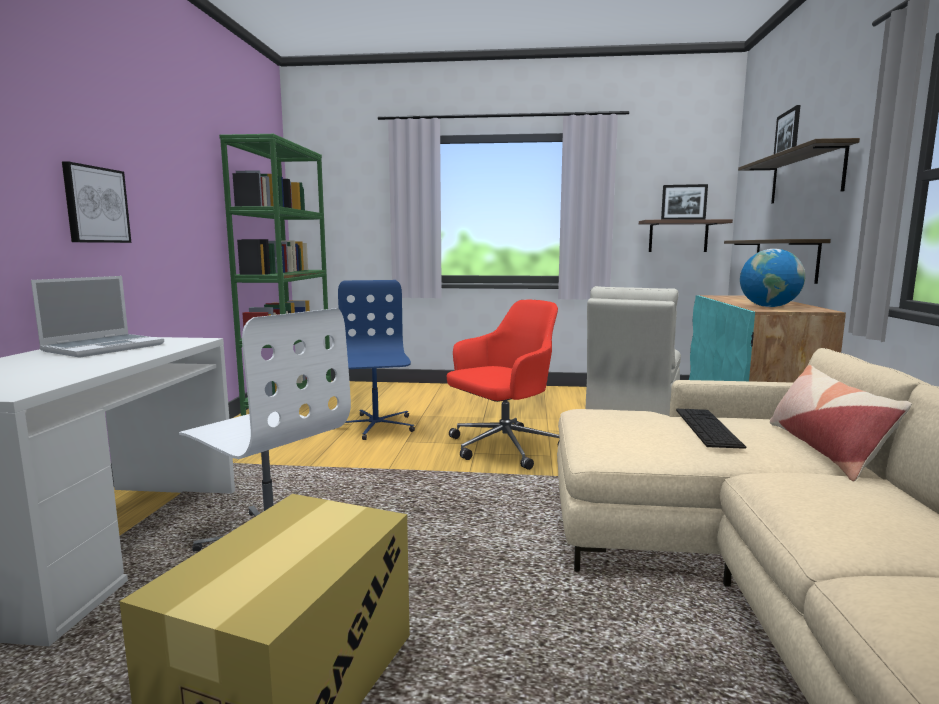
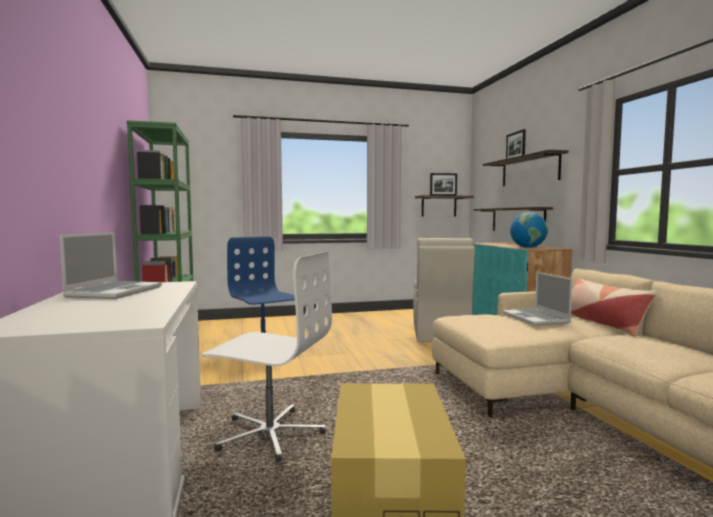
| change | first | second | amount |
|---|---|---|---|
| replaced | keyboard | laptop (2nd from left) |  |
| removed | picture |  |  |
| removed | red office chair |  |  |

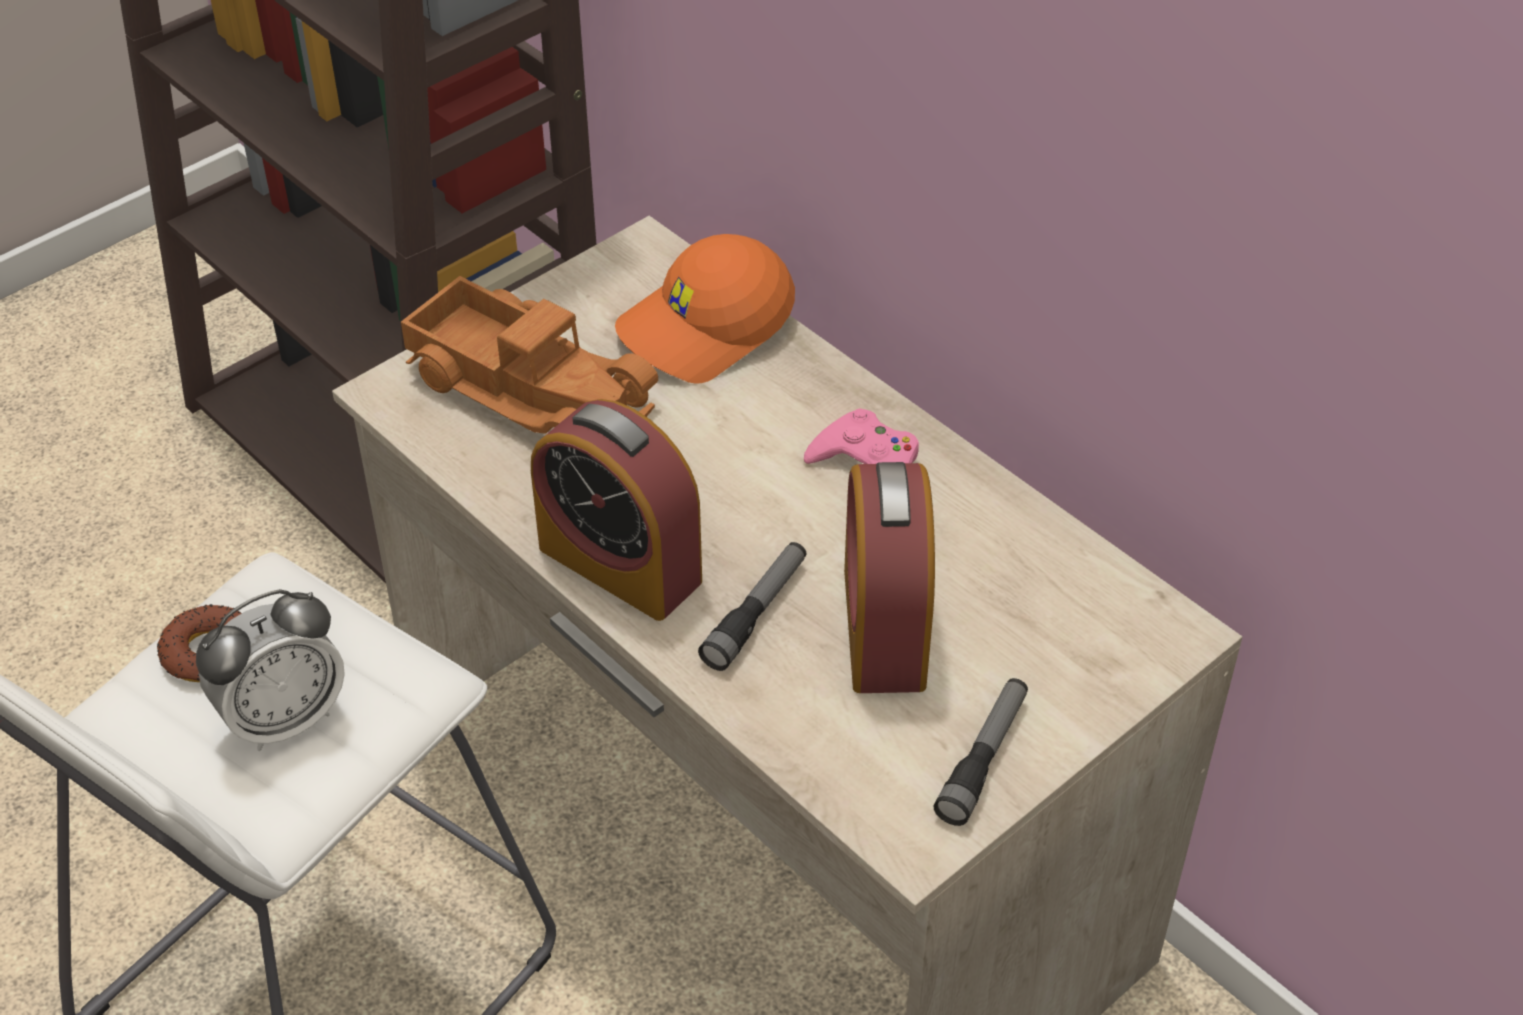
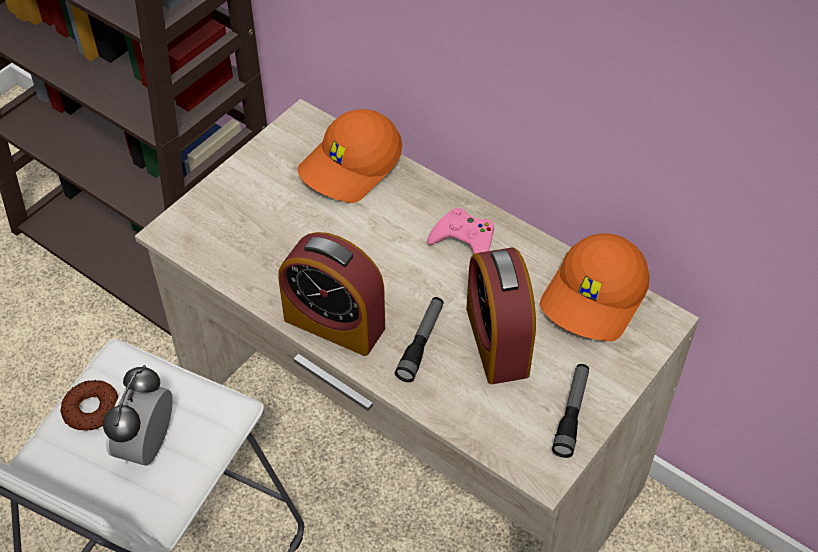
| change | first | second | amount |
|---|---|---|---|
| turned | alarm clock (1st from left) |  | 150 degrees clockwise |
| added |  | orange cap (2nd from left) |  |
| removed | toy truck |  |  |

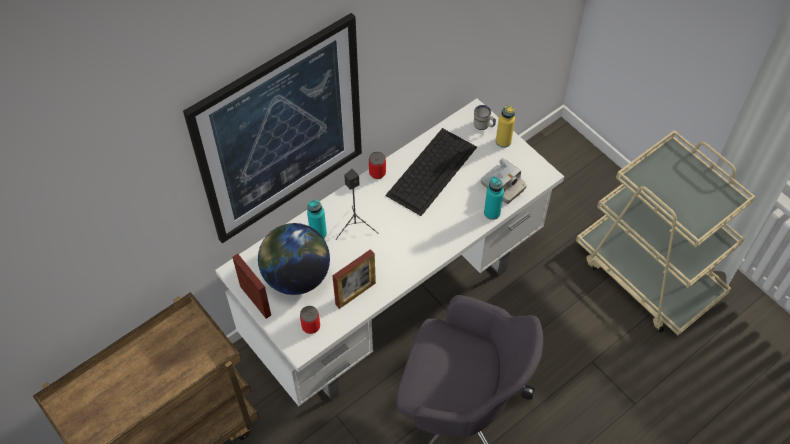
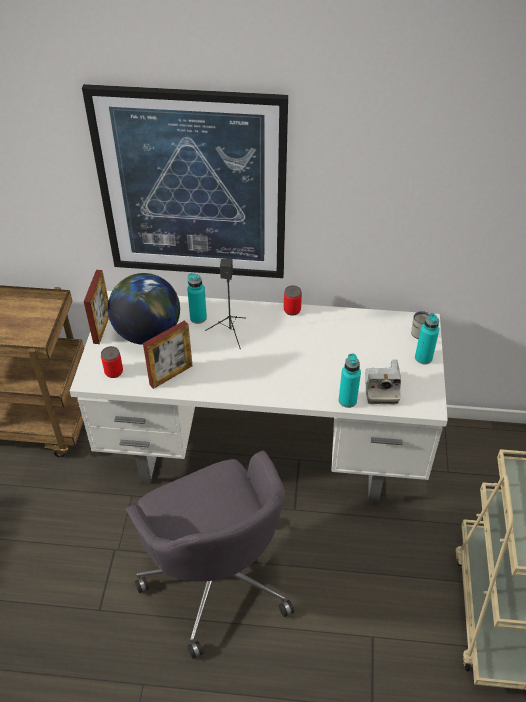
| change | first | second | amount |
|---|---|---|---|
| turned | picture frame (2nd from left) |  | 45 degrees counterclockwise |
| recoloured | yellow bottle | turquoise bottle (3rd from left) |  |
| removed | keyboard |  |  |

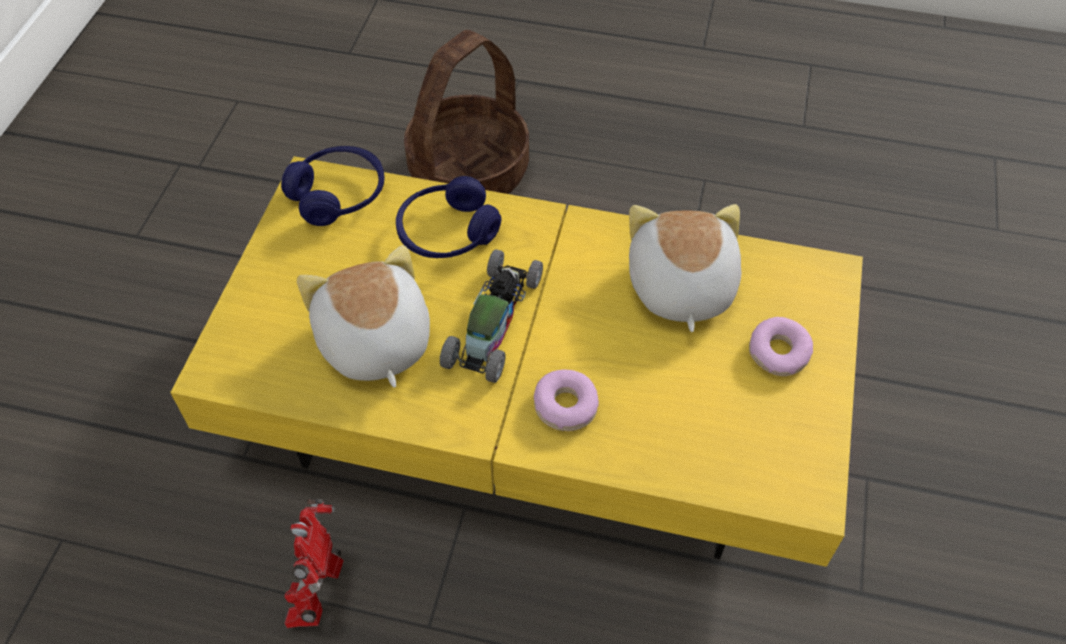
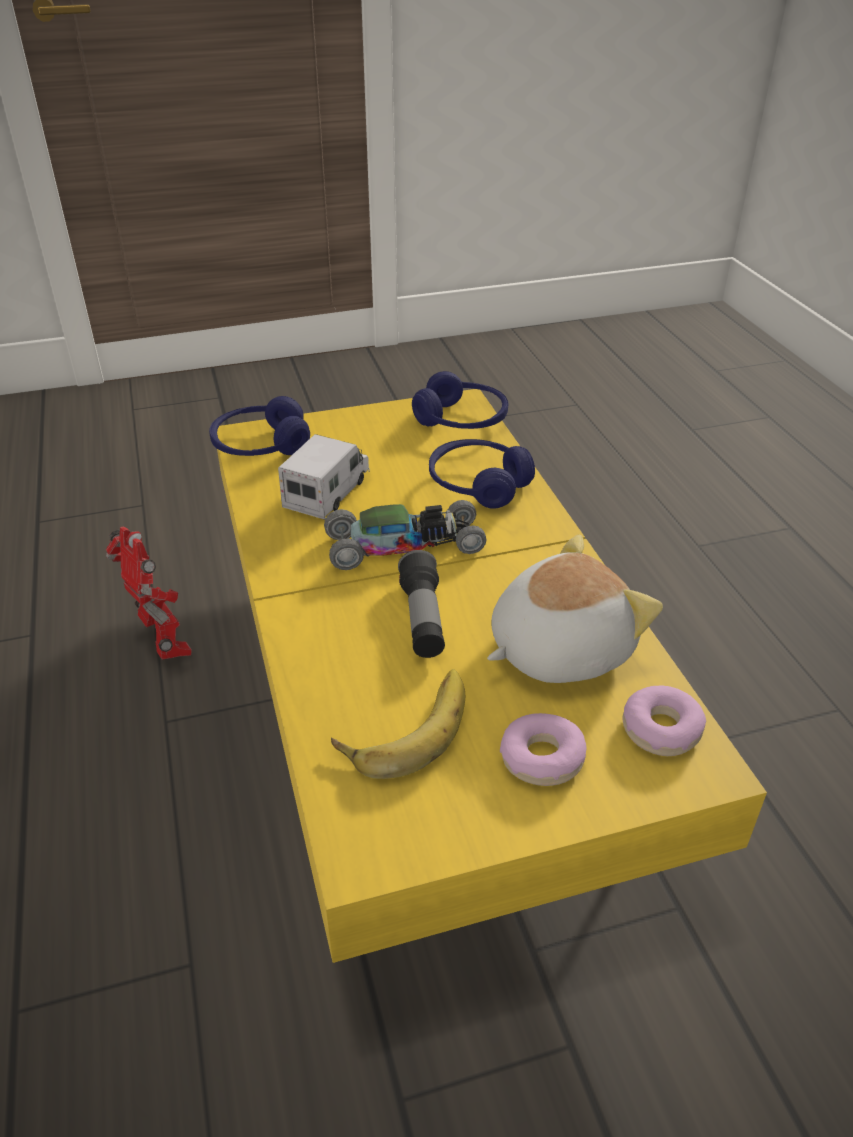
| change | first | second | amount |
|---|---|---|---|
| turned | toy robot |  | 75 degrees clockwise |
| added |  | blue headphones (1st from left) |  |
| replaced | plush toy (1st from left) | toy truck |  |
| added |  | banana |  |
| added |  | flashlight |  |
| moved | donut (1st from left in the first image) | donut (2nd from left) |  |
| removed | basket |  |  |

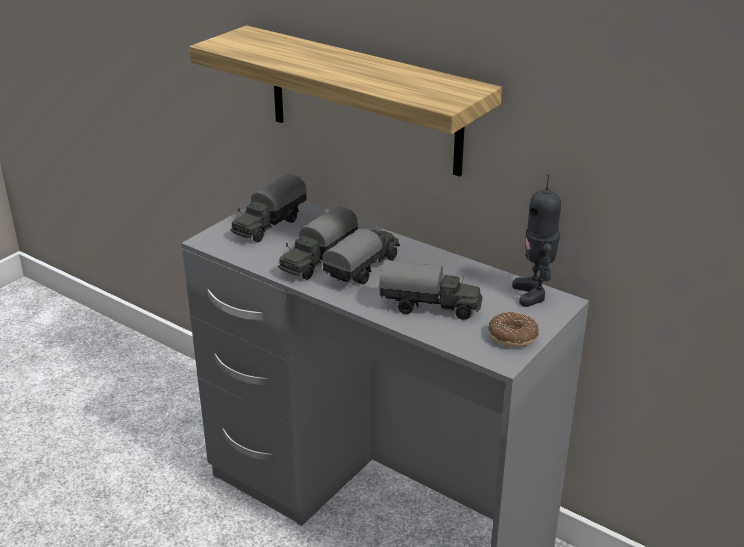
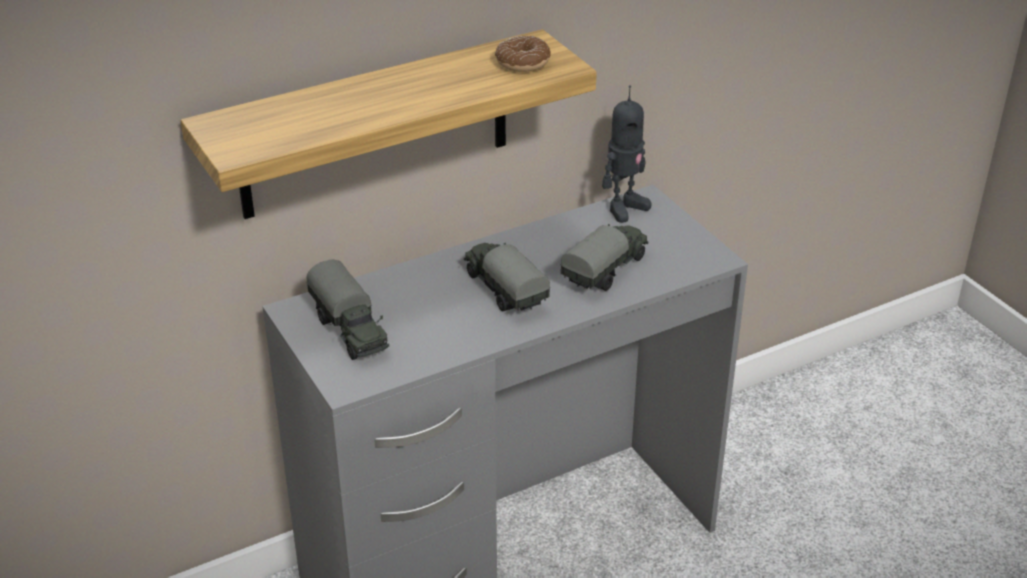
| change | first | second | amount |
|---|---|---|---|
| moved | donut |  |  |
| turned | toy robot |  | 60 degrees counterclockwise |
| removed | toy truck (2nd from left) |  |  |

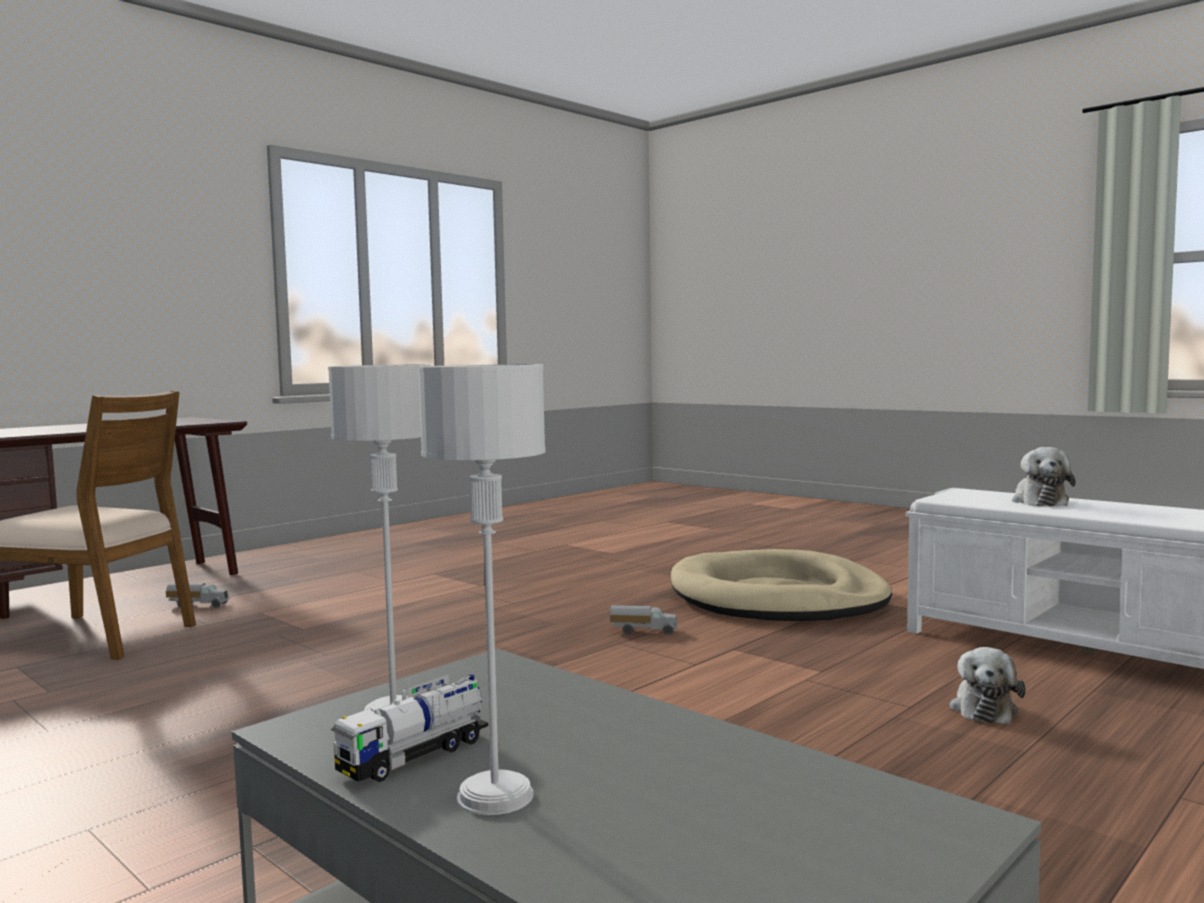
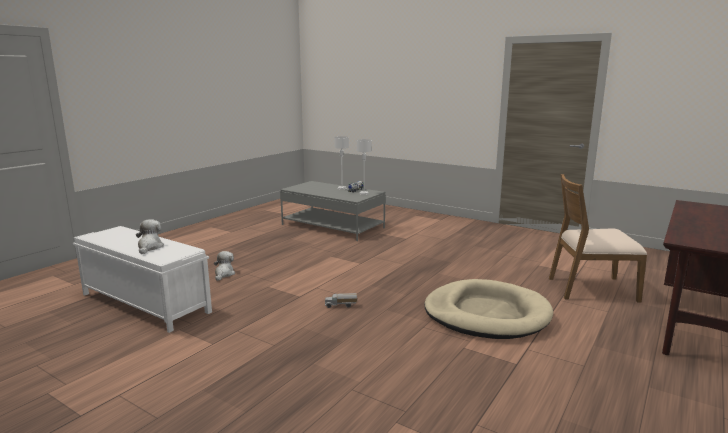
| change | first | second | amount |
|---|---|---|---|
| moved | beige dog bed |  |  |
| removed | toy truck (1st from left) |  |  |

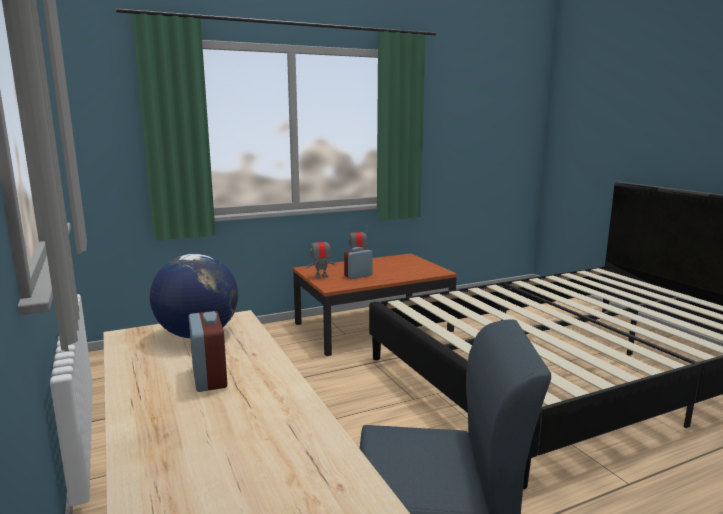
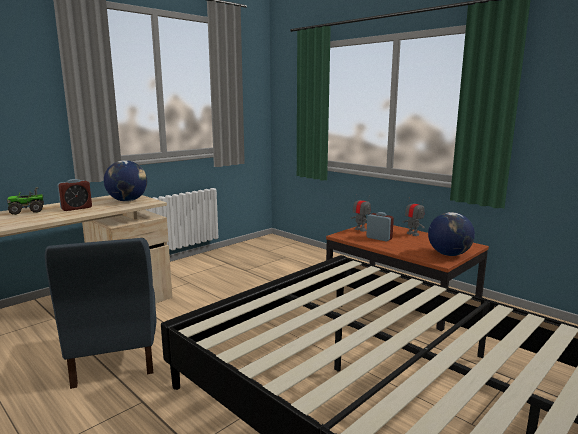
| change | first | second | amount |
|---|---|---|---|
| added |  | toy truck |  |
| added |  | globe (2nd from left) |  |

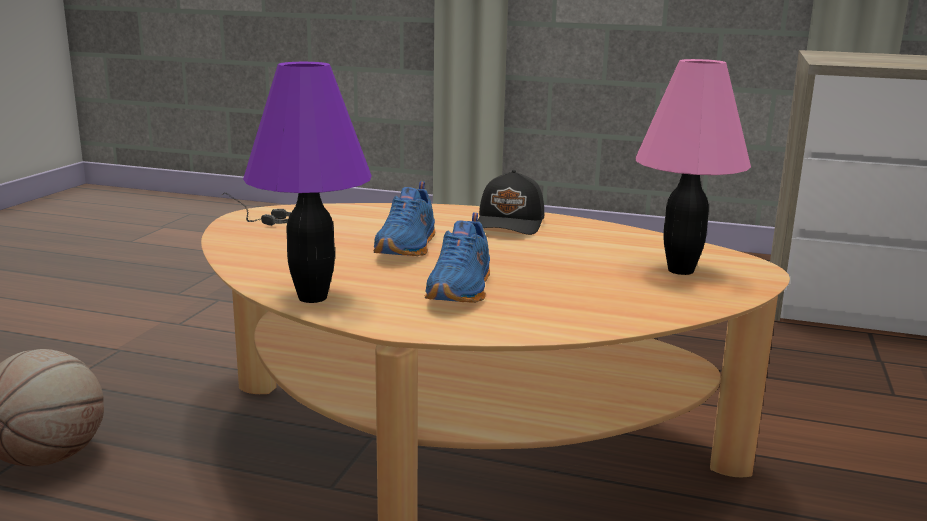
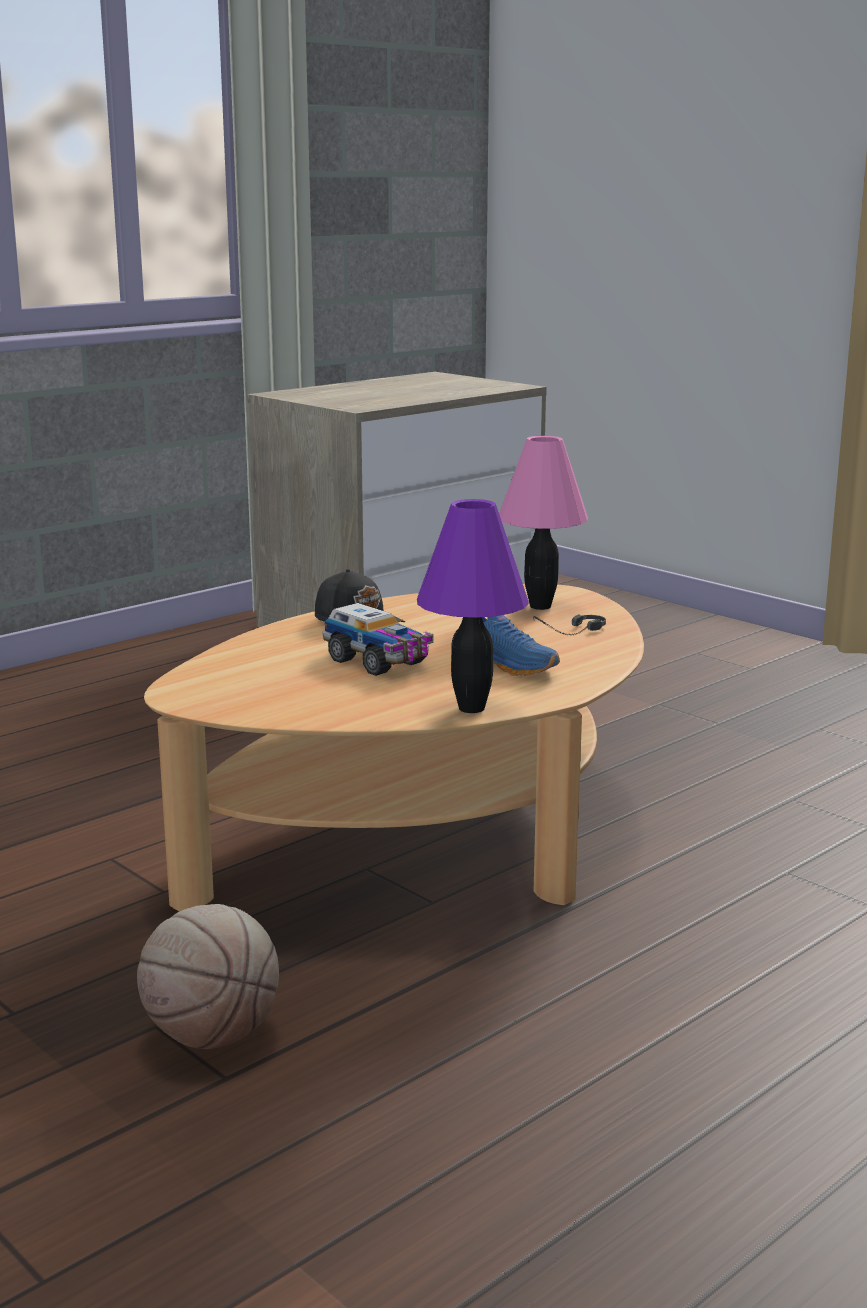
| change | first | second | amount |
|---|---|---|---|
| replaced | blue shoe (1st from left) | toy truck |  |
| moved | headphones |  |  |

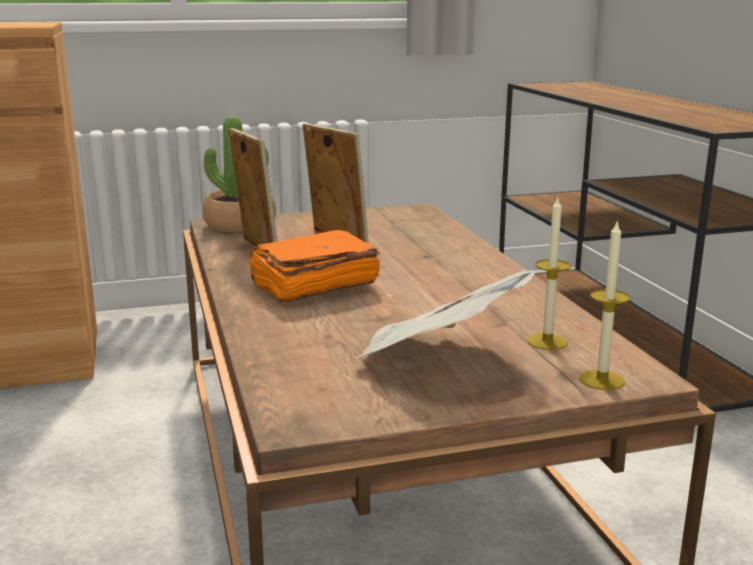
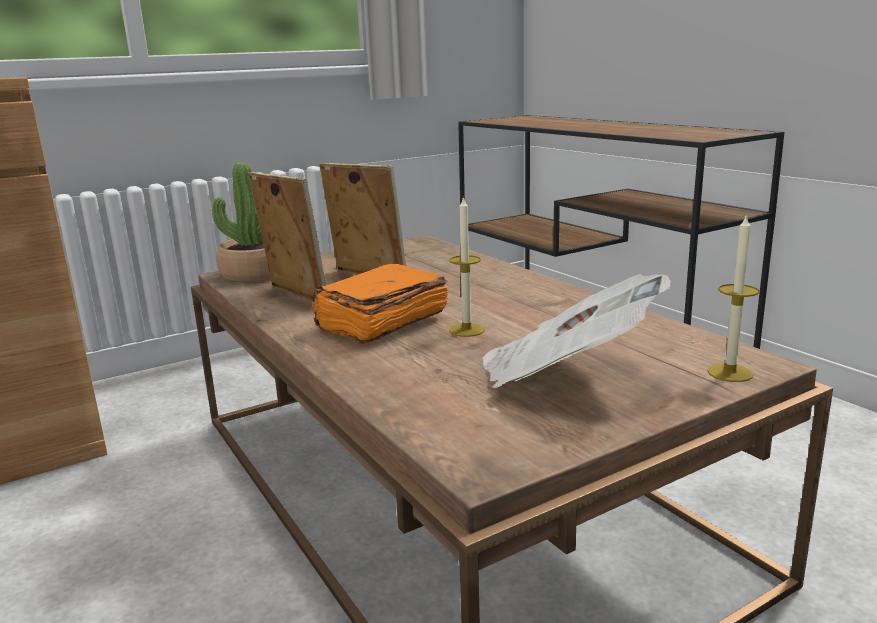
| change | first | second | amount |
|---|---|---|---|
| moved | candle (1st from left) |  |  |

